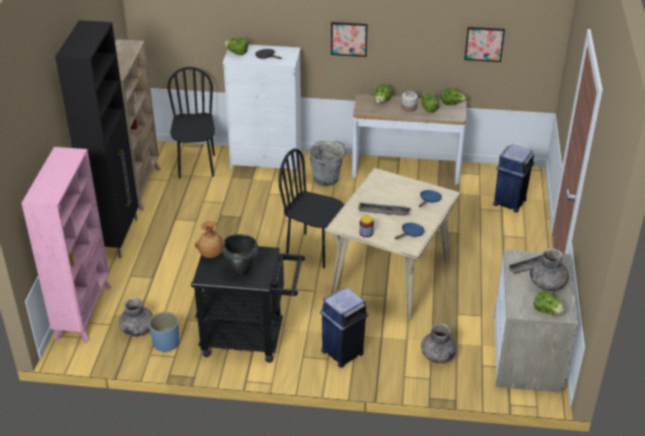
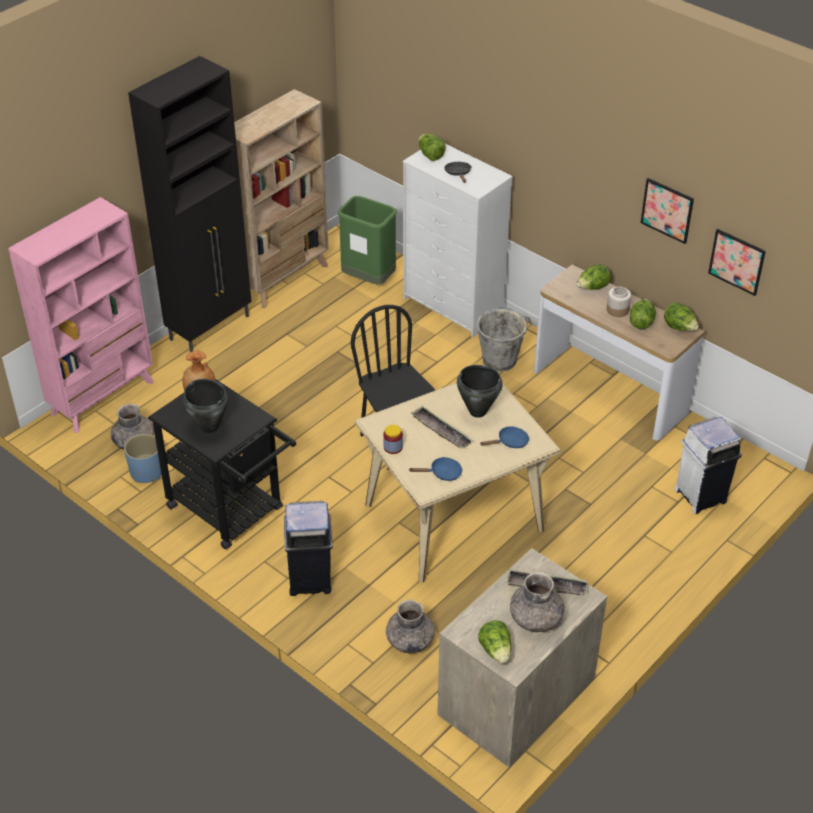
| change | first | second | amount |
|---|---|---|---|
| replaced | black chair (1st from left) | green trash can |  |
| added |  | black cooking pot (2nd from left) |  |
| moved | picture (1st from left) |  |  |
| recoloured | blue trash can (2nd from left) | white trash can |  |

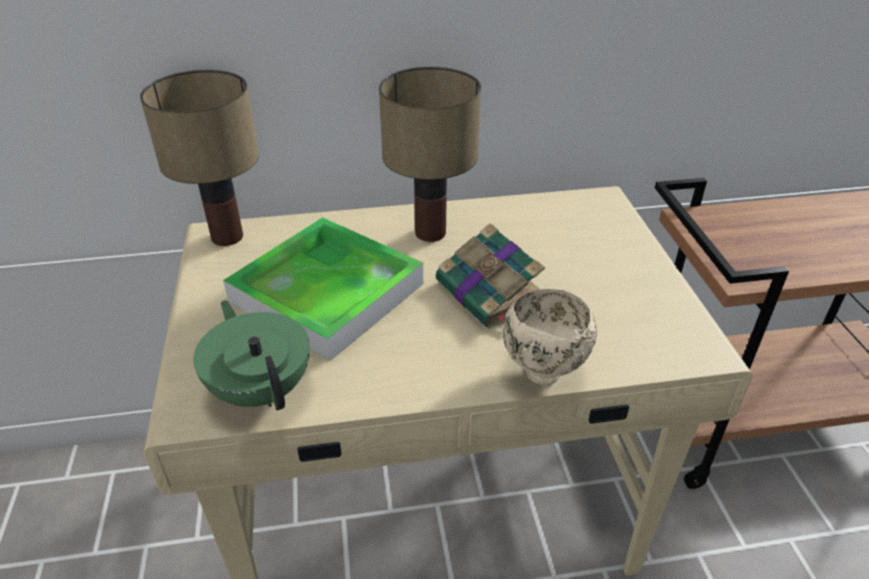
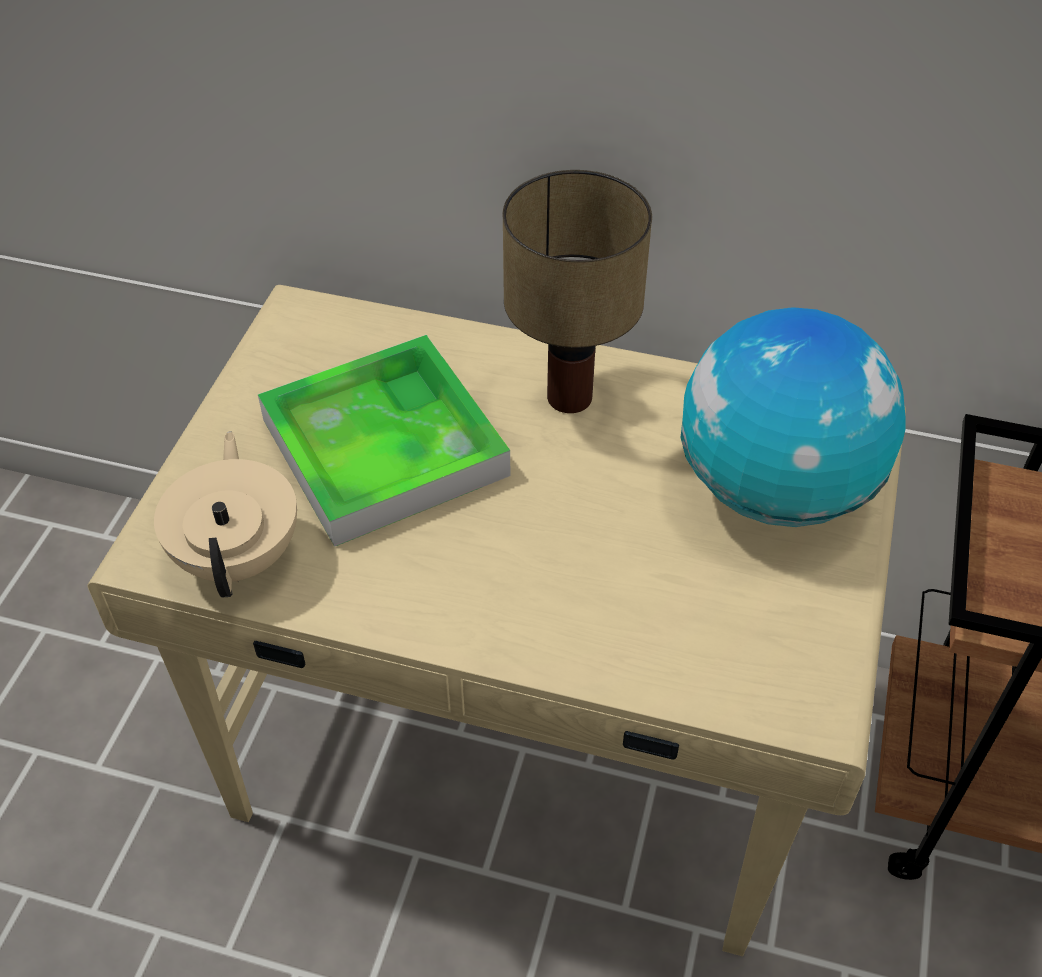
| change | first | second | amount |
|---|---|---|---|
| recoloured | green teapot | beige teapot |  |
| added |  | globe |  |
| removed | table lamp (1st from left) |  |  |
| removed | book |  |  |
| removed | beige bowl |  |  |

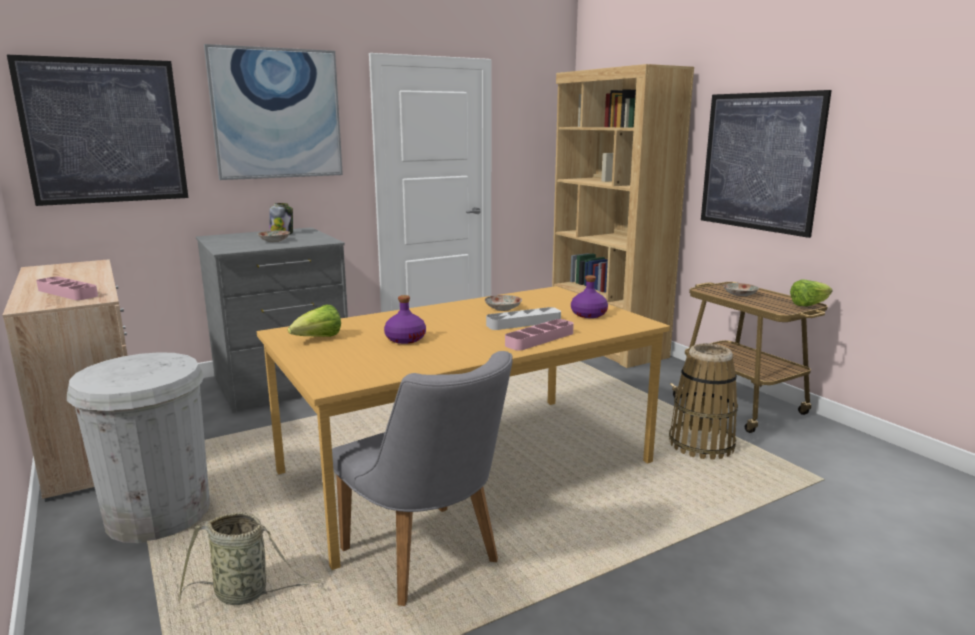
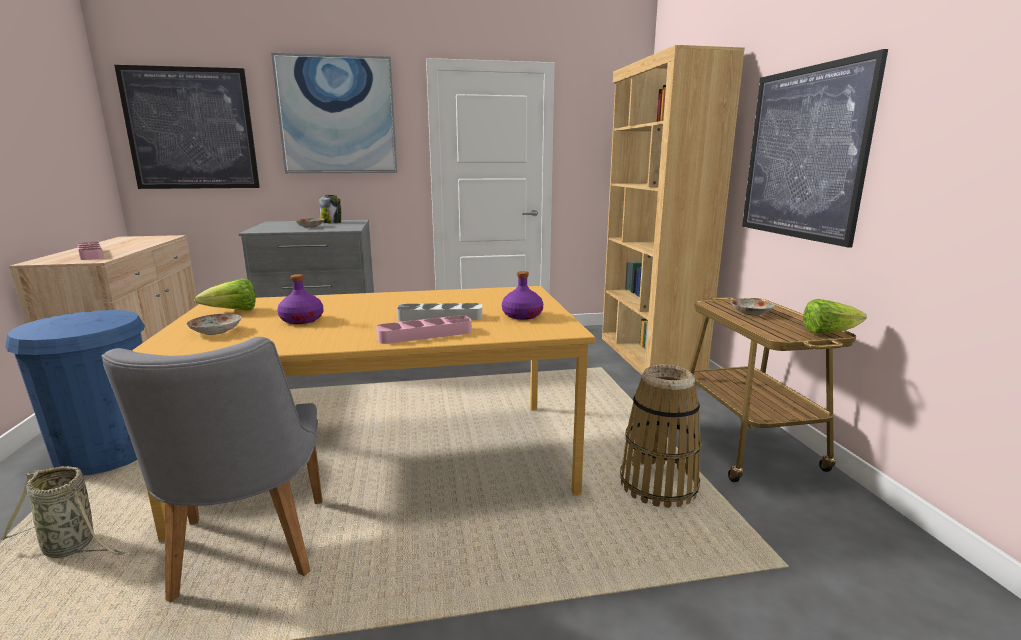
| change | first | second | amount |
|---|---|---|---|
| recoloured | white trash can | blue trash can |  |
| moved | plate (2nd from left in the first image) | plate (1st from left) |  |

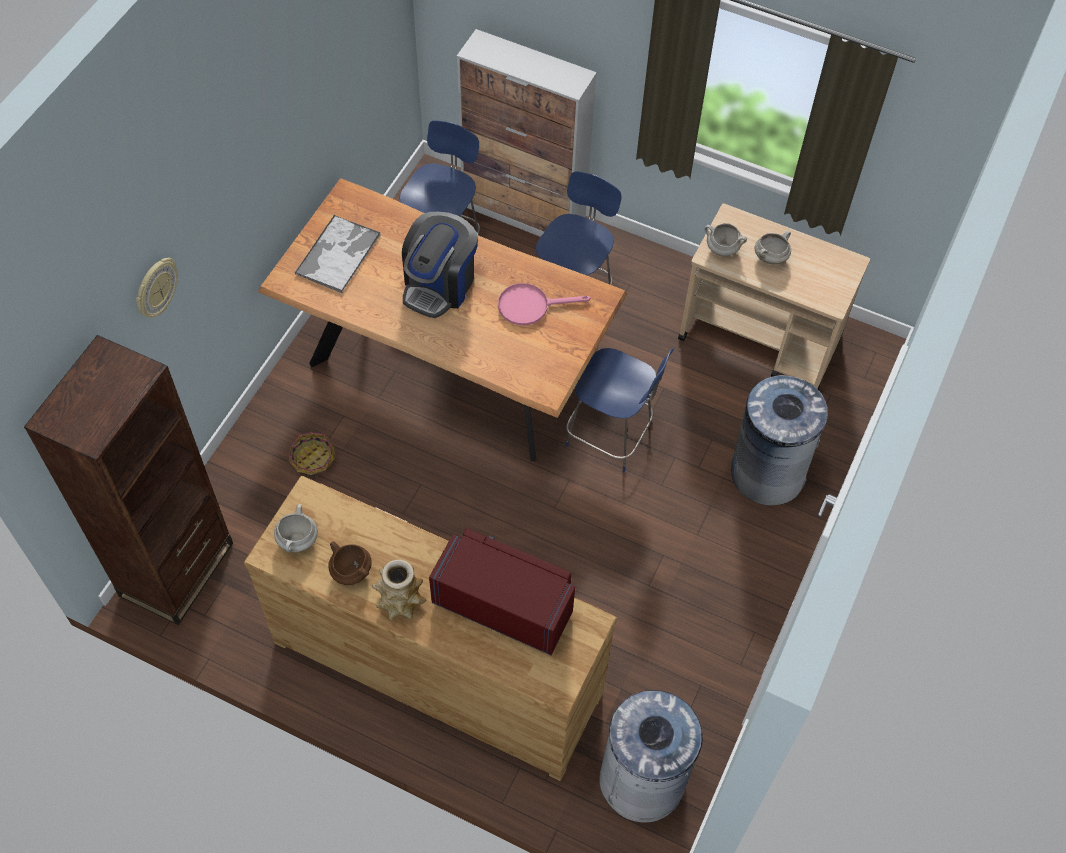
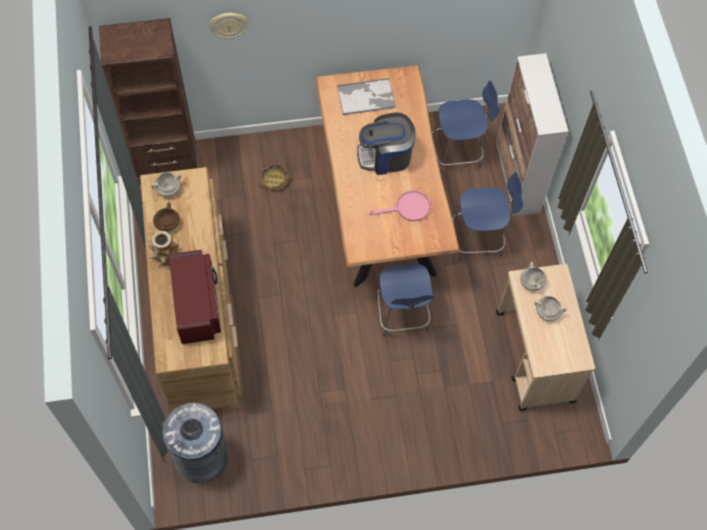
| change | first | second | amount |
|---|---|---|---|
| turned | pink frying pan |  | 120 degrees clockwise |
| removed | grey trash can (2nd from left) |  |  |

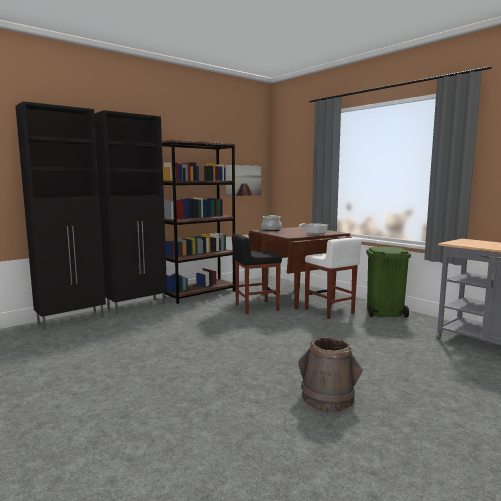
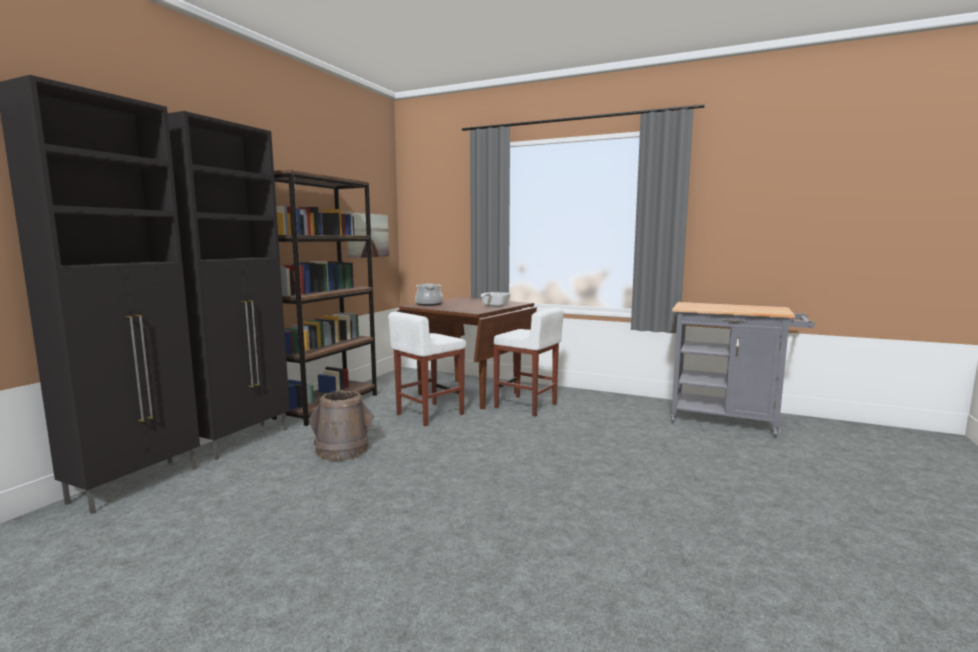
| change | first | second | amount |
|---|---|---|---|
| moved | brown bucket |  |  |
| recoloured | black stool | white stool (1st from left) |  |
| removed | green trash can |  |  |

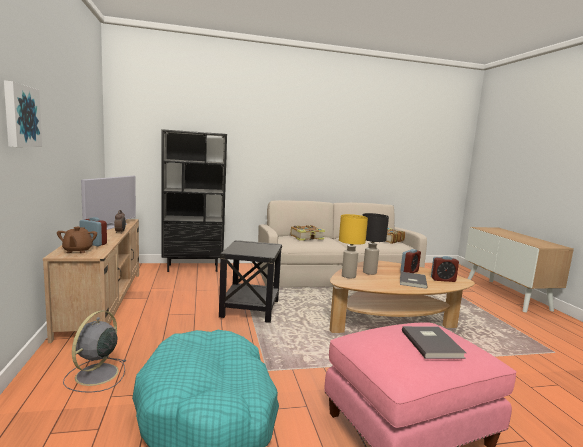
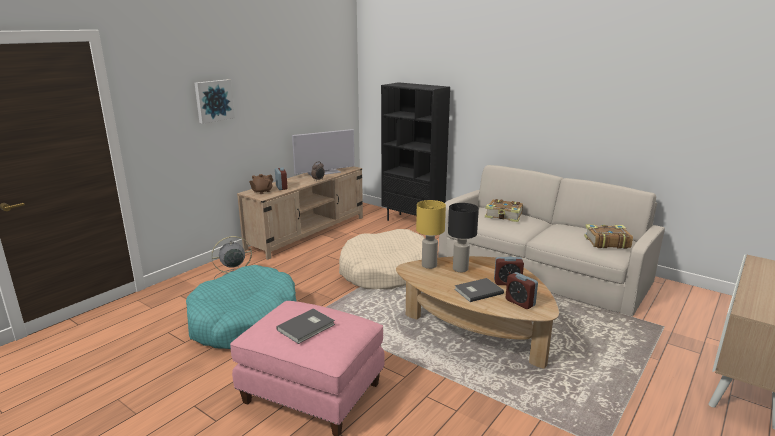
| change | first | second | amount |
|---|---|---|---|
| replaced | black side table | beige dog bed |  |

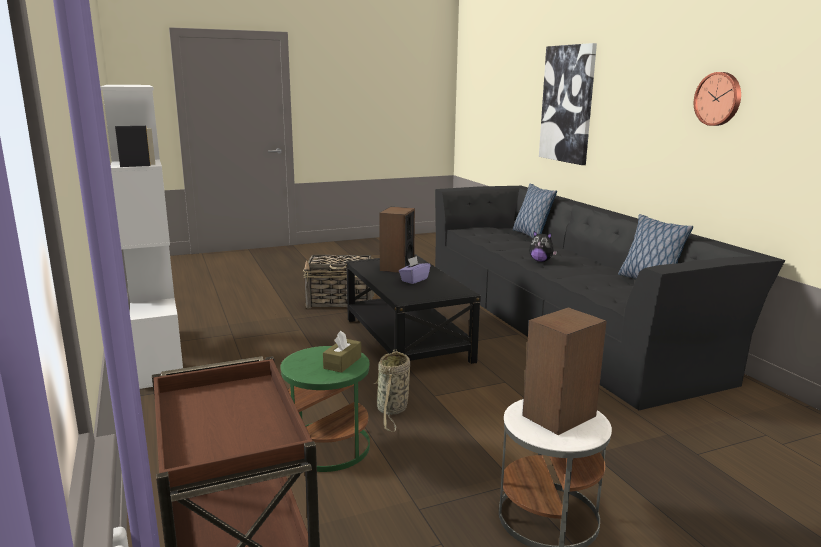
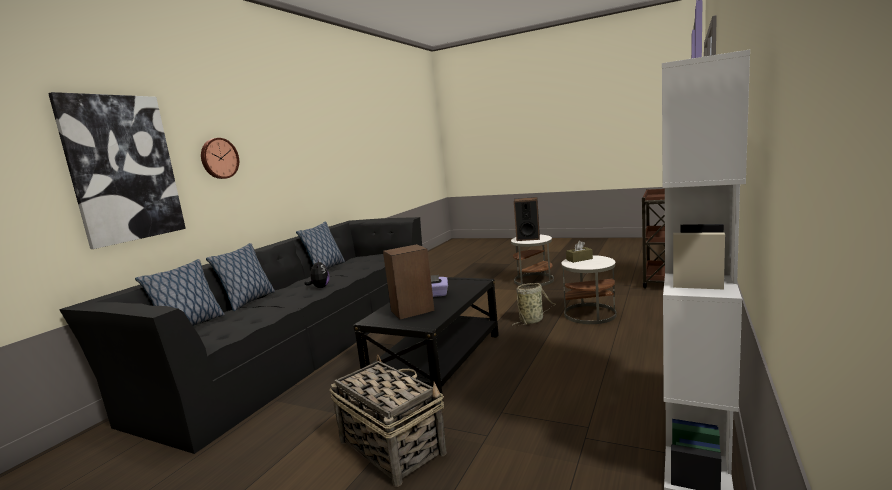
| change | first | second | amount |
|---|---|---|---|
| moved | wall clock |  |  |
| added |  | pillow (2nd from left) |  |
| recoloured | green side table | white side table (2nd from left) |  |

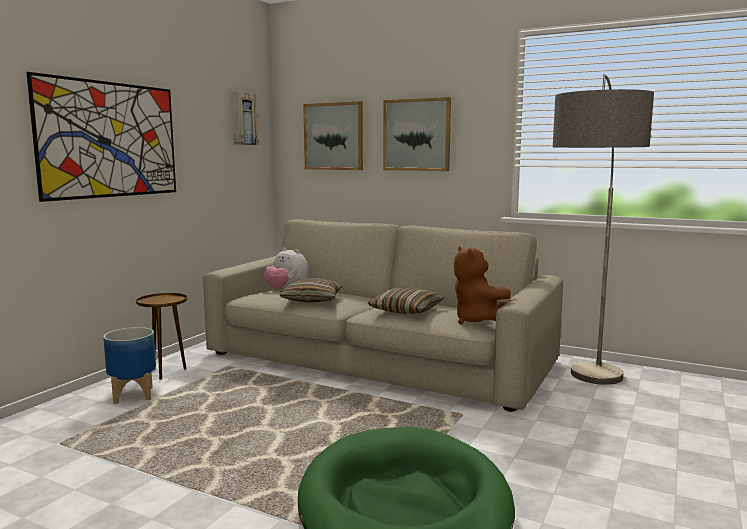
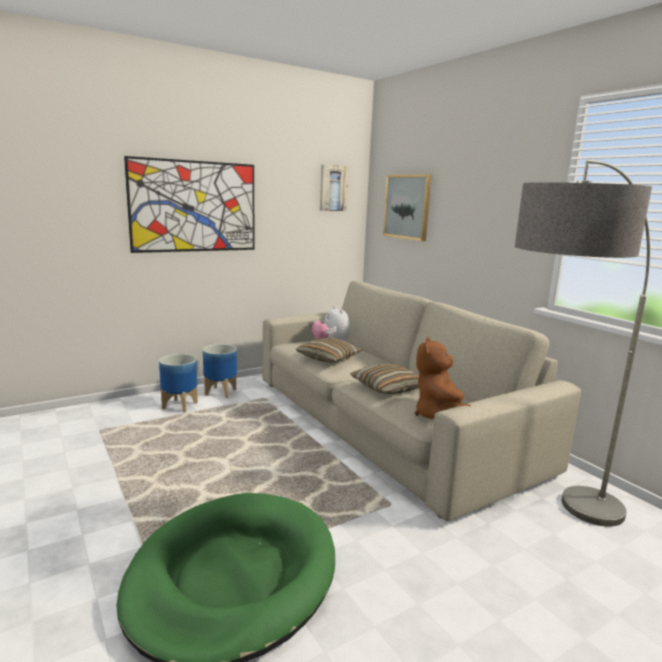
| change | first | second | amount |
|---|---|---|---|
| replaced | brown side table | planter (2nd from left) |  |
| removed | picture (4th from left) |  |  |

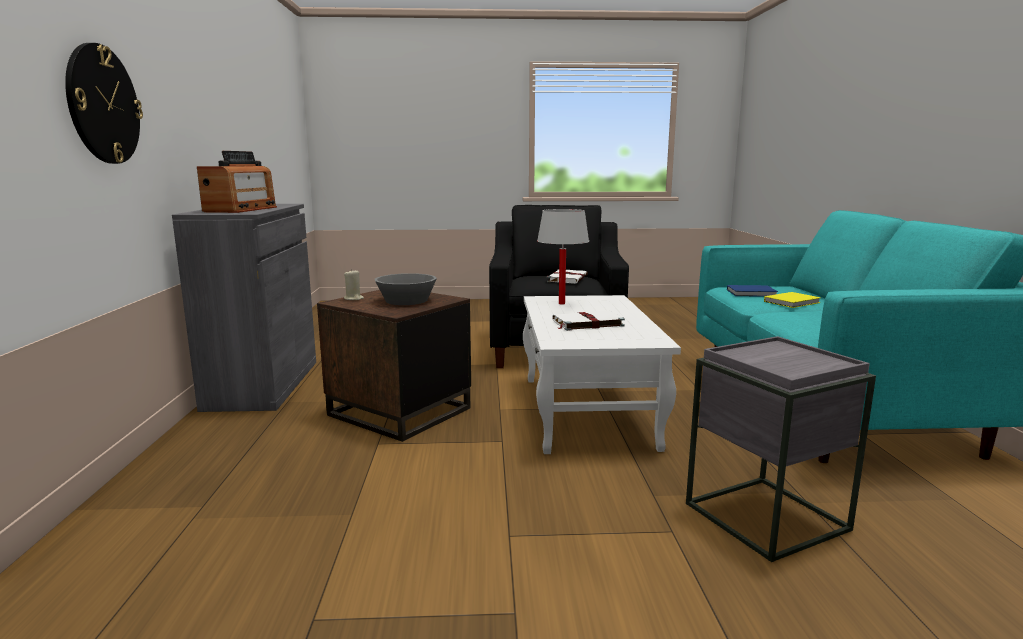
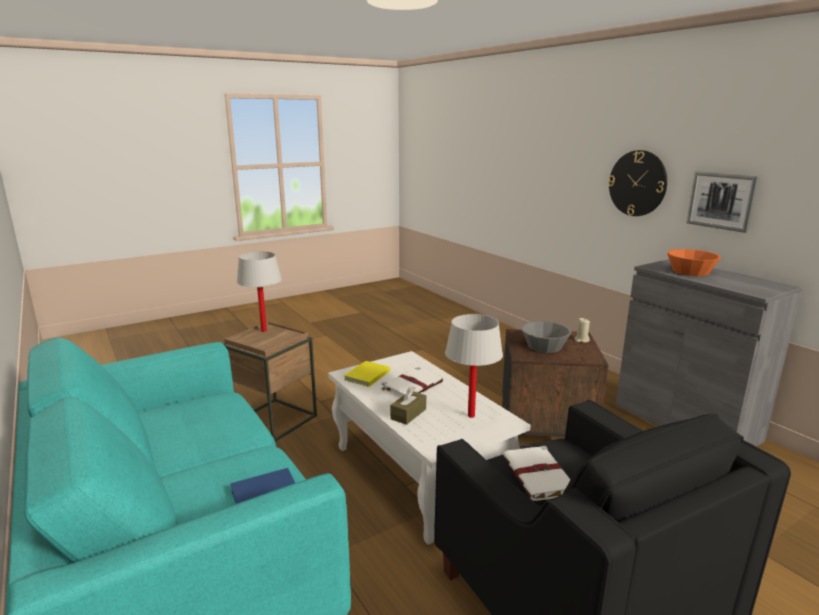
| change | first | second | amount |
|---|---|---|---|
| recoloured | grey side table | brown side table (1st from left) |  |
| added |  | white table lamp (1st from left) |  |
| moved | yellow book |  |  |
| added |  | brown tissue box |  |
| replaced | radio | orange bowl |  |
| added |  | picture |  |

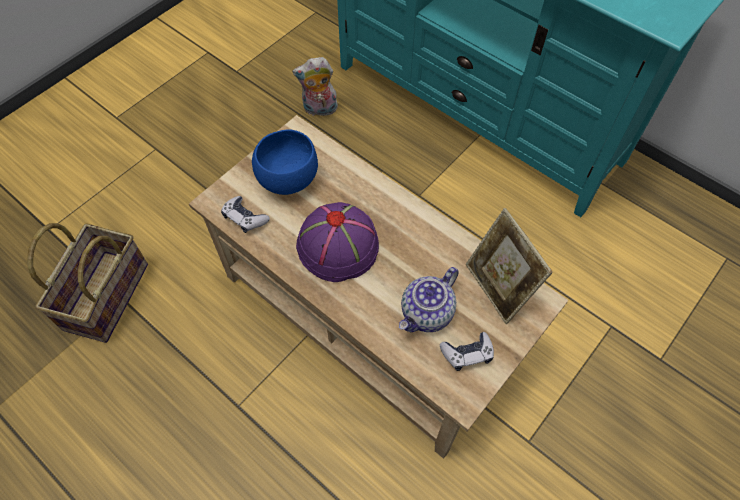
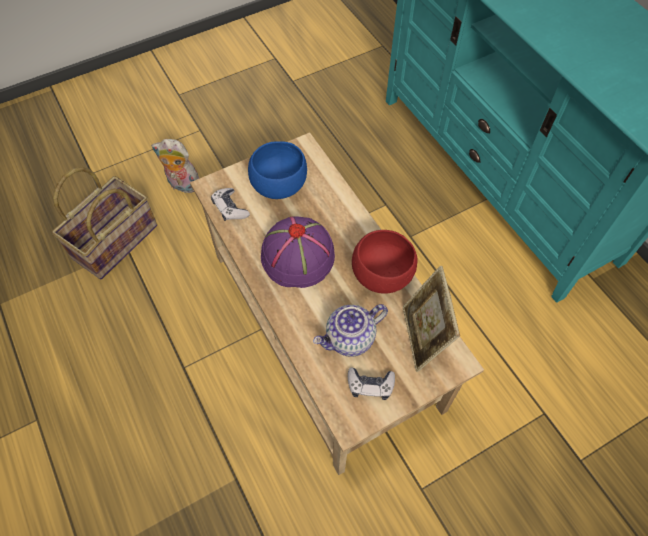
| change | first | second | amount |
|---|---|---|---|
| moved | plush toy |  |  |
| added |  | red bowl |  |

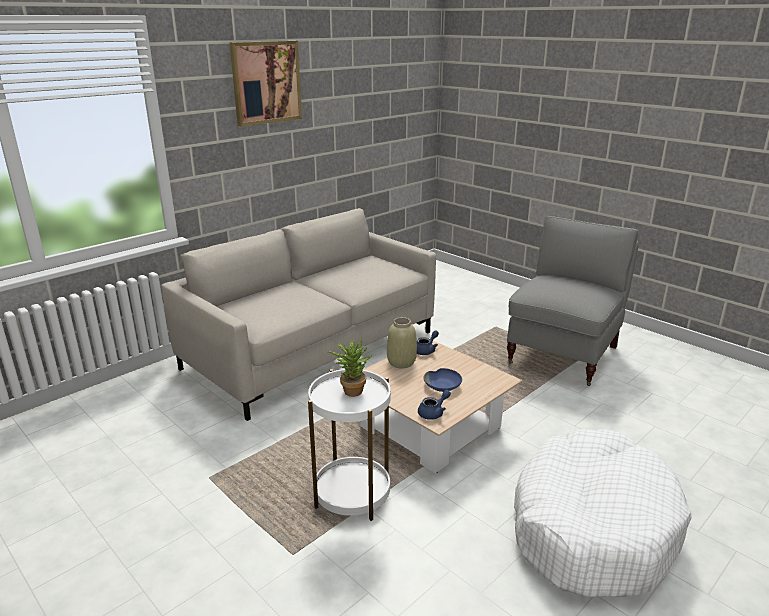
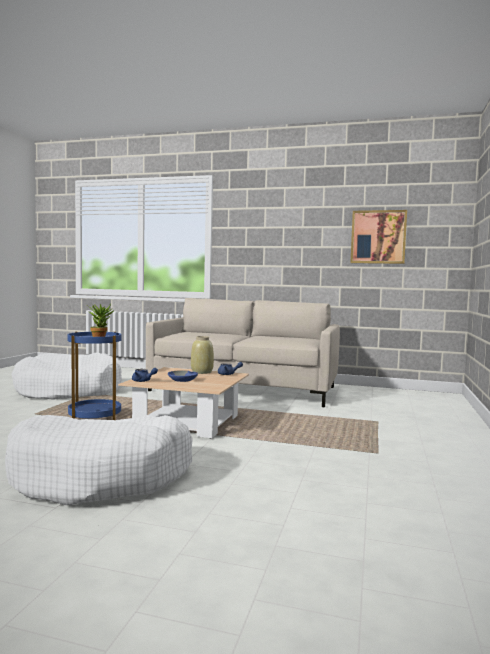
| change | first | second | amount |
|---|---|---|---|
| added |  | white dog bed (1st from left) |  |
| recoloured | white side table | blue side table |  |
| moved | picture |  |  |
| removed | grey armchair |  |  |

